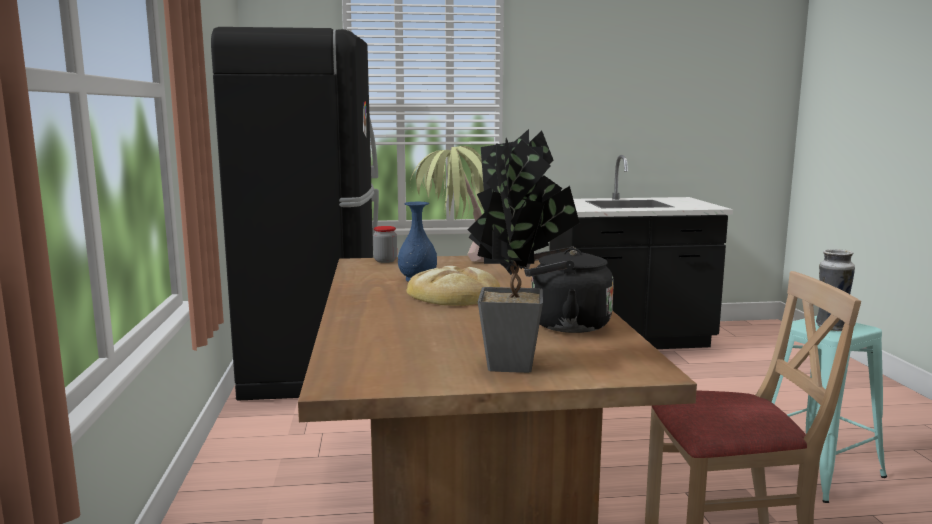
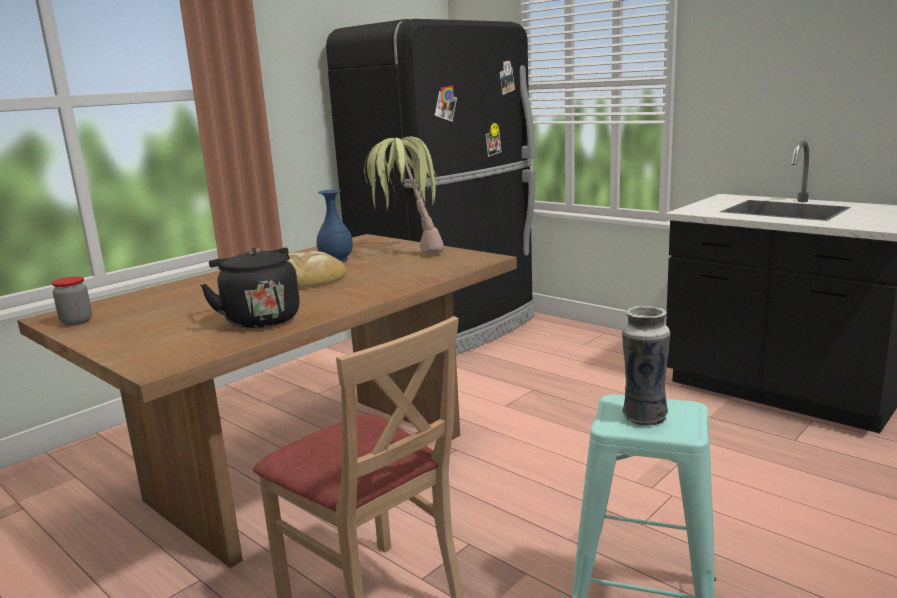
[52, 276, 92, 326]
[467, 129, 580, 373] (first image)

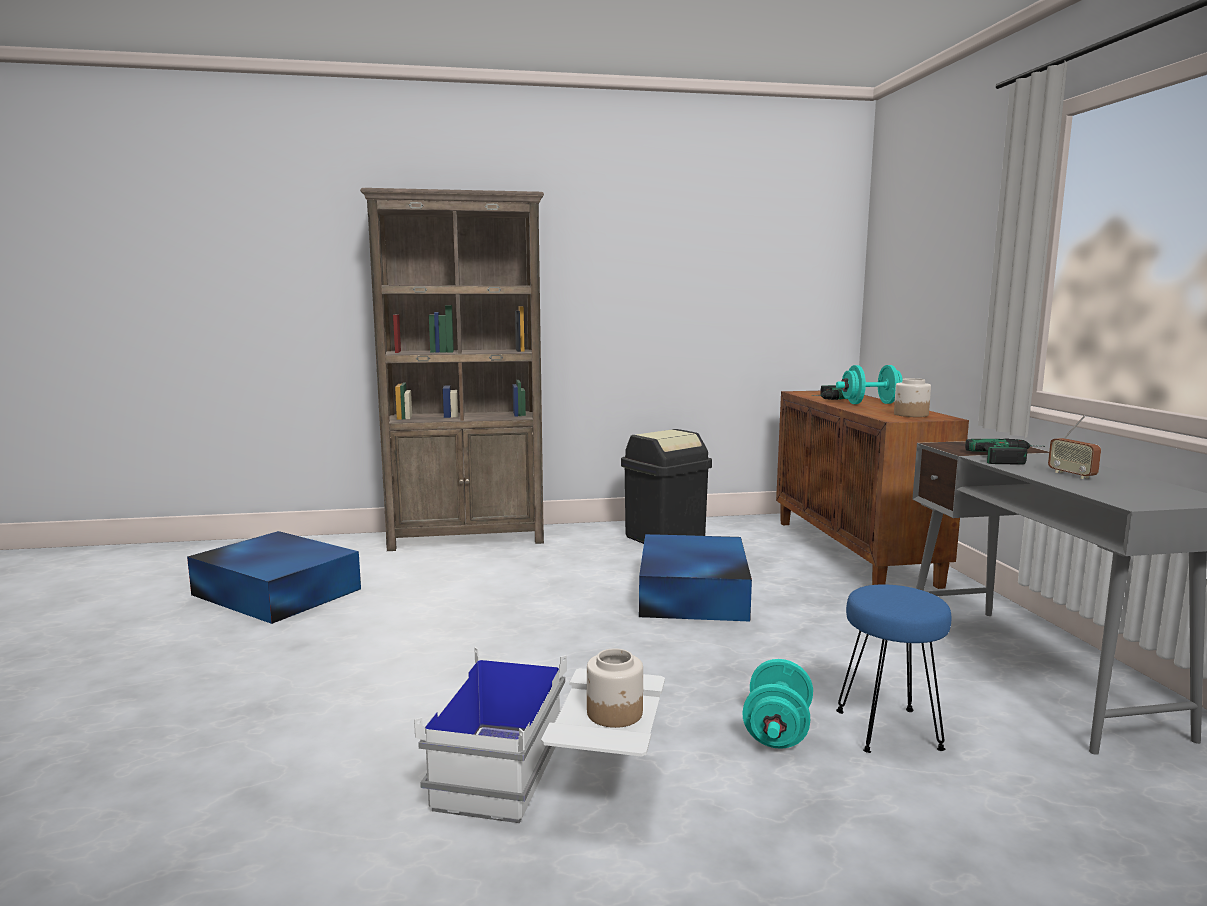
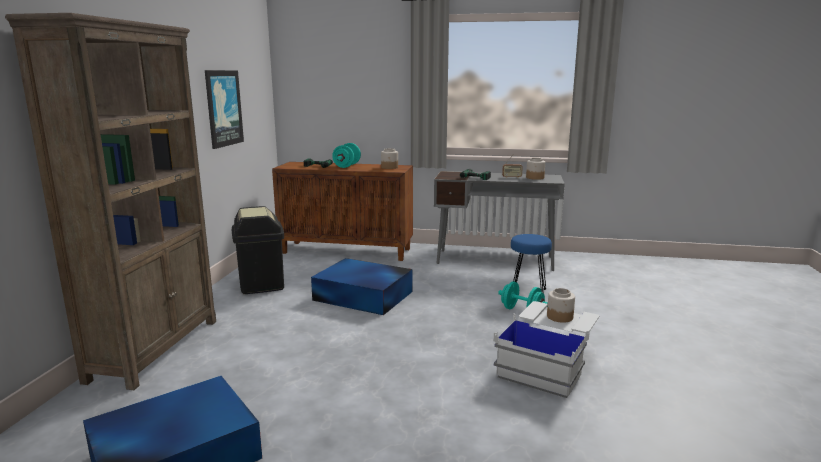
[205, 70, 244, 149]
[526, 158, 545, 180]

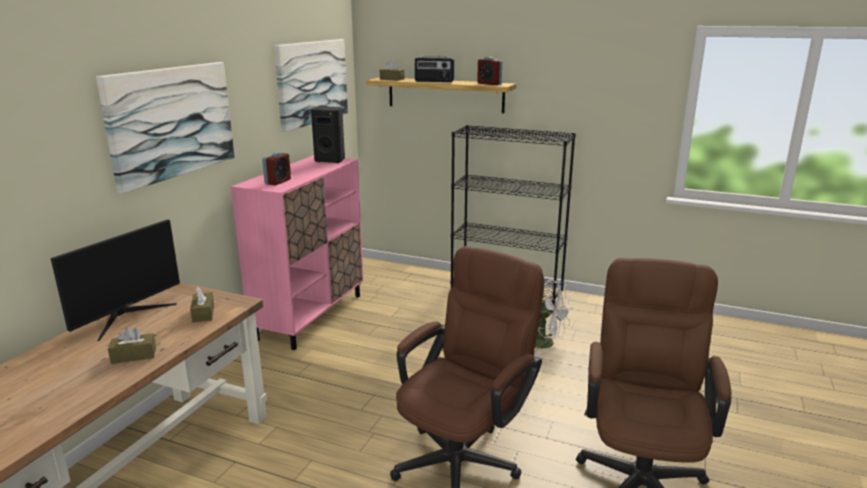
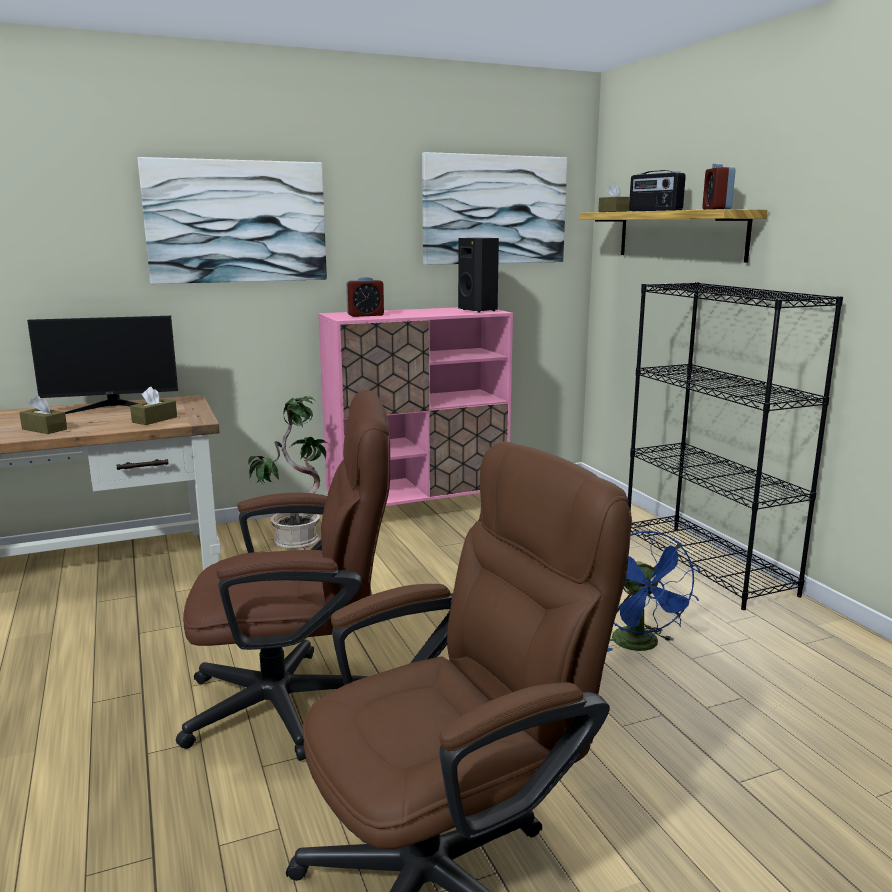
[607, 531, 700, 652]
[248, 396, 331, 549]

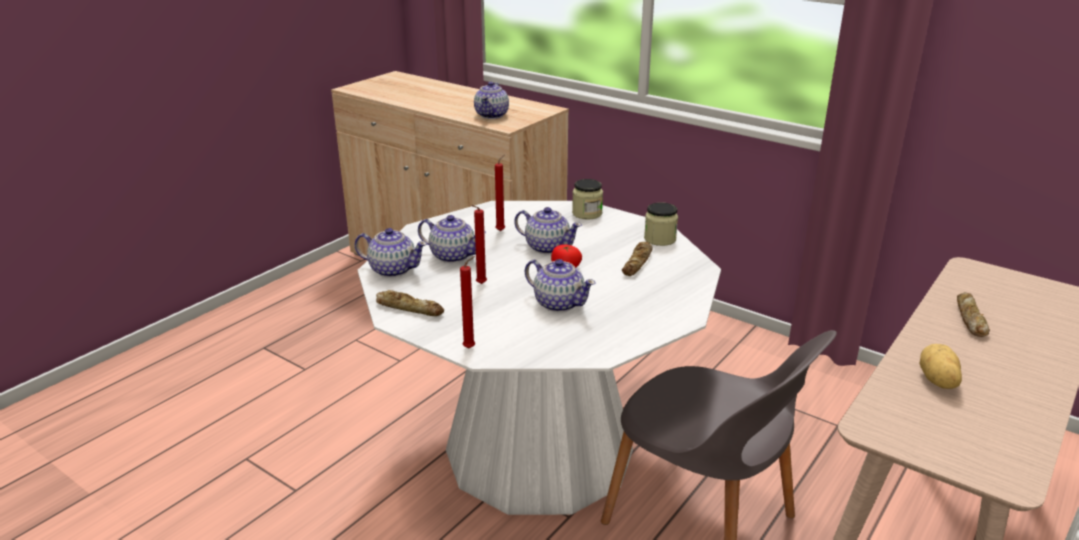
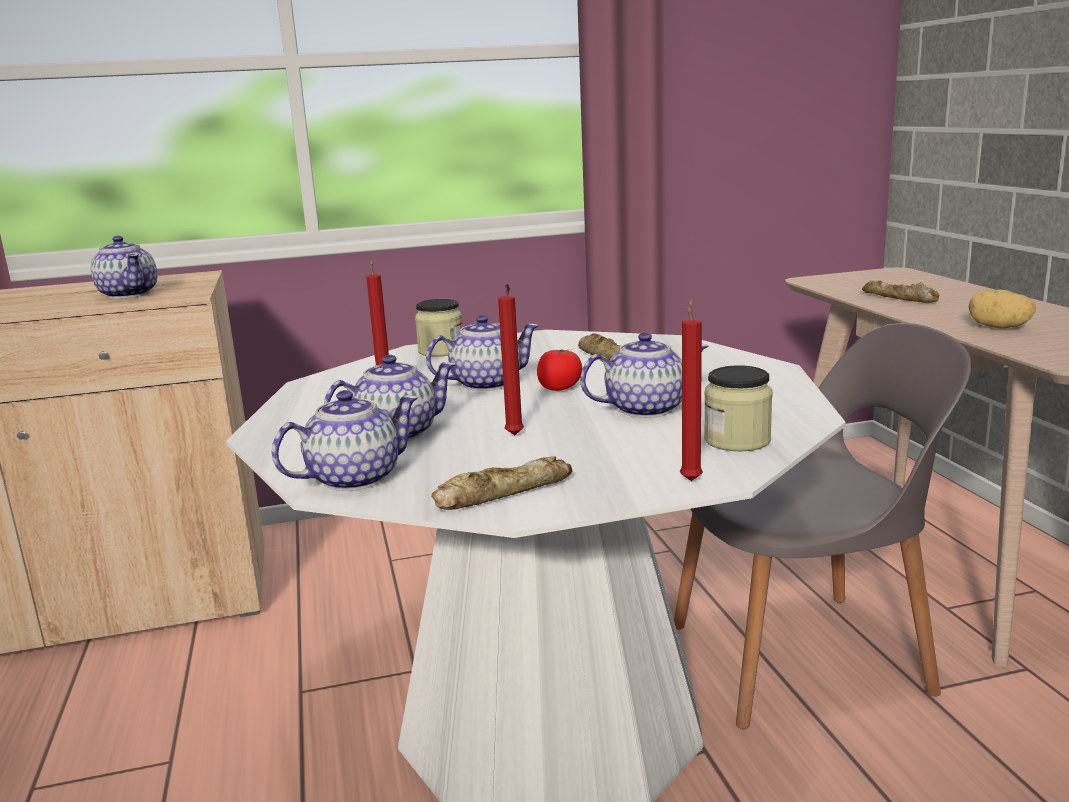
[704, 365, 773, 451]

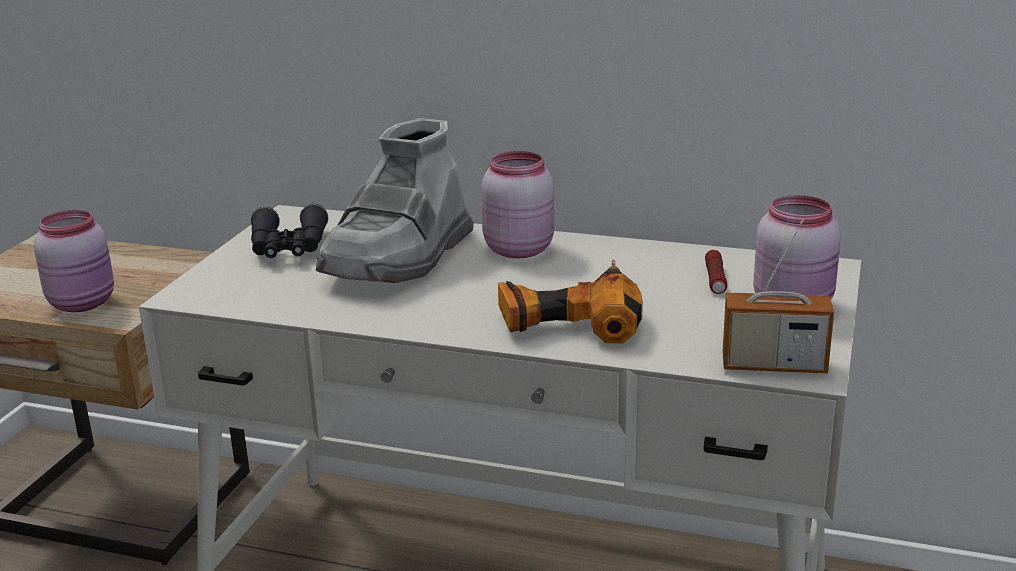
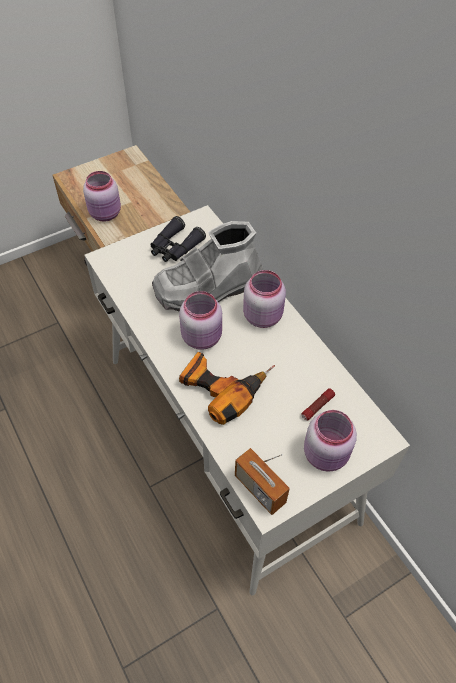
[179, 291, 222, 350]

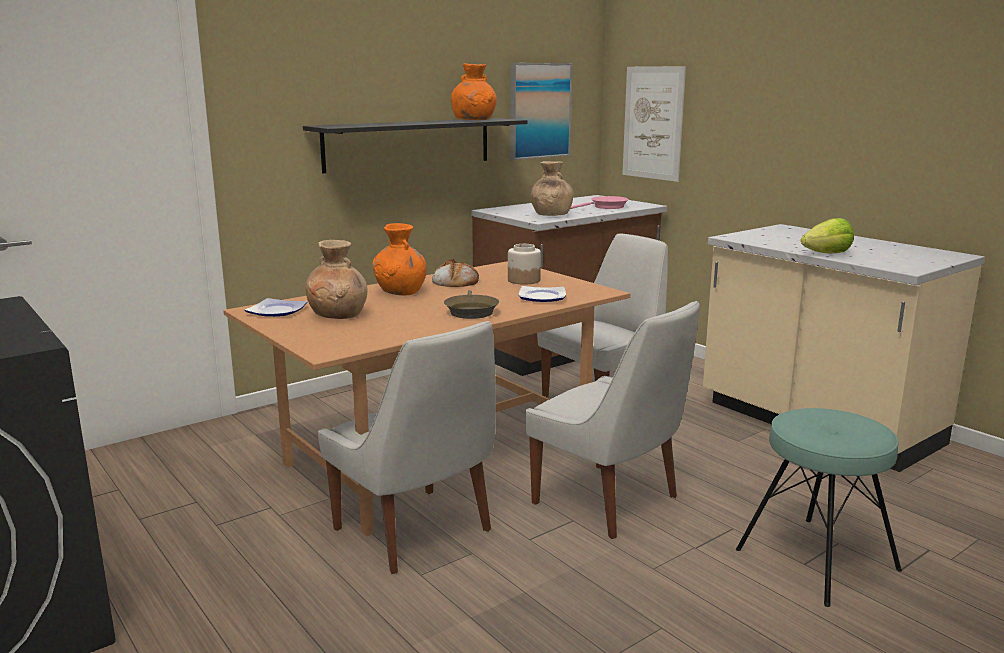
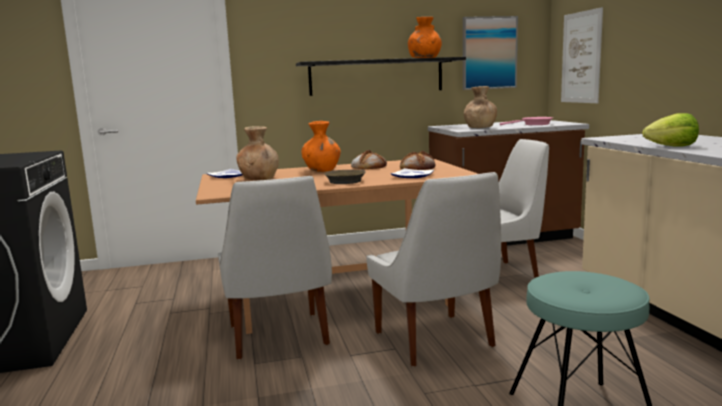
[400, 151, 436, 170]

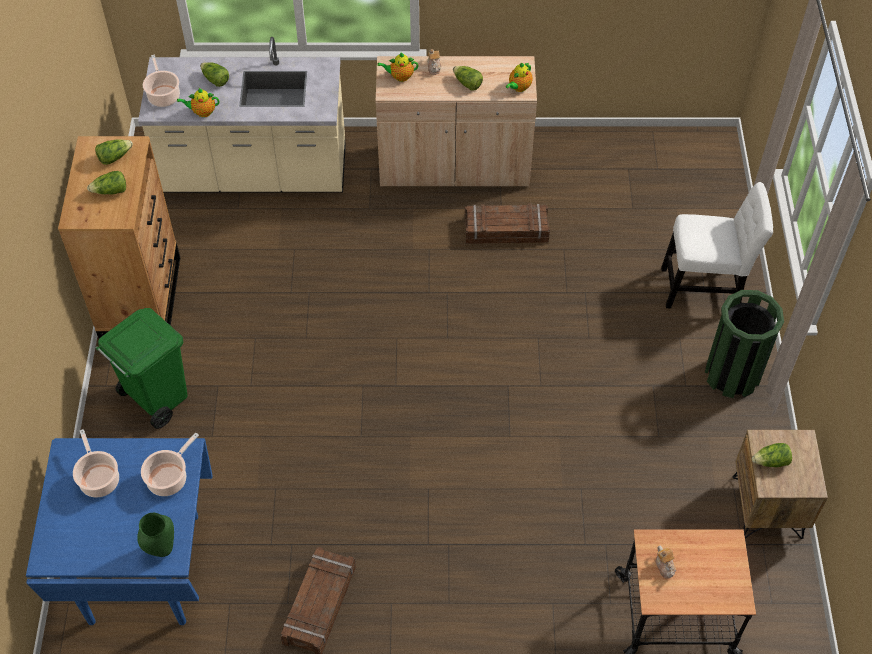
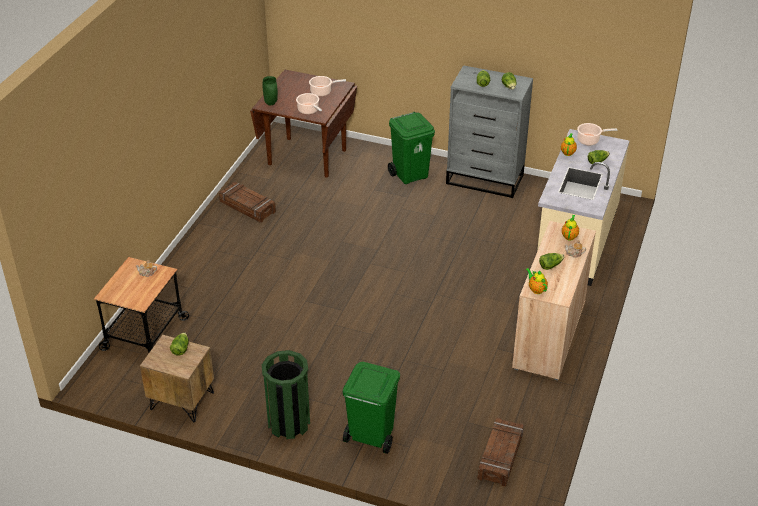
[250, 70, 357, 178]
[446, 65, 533, 198]
[478, 418, 524, 487]
[343, 362, 400, 454]

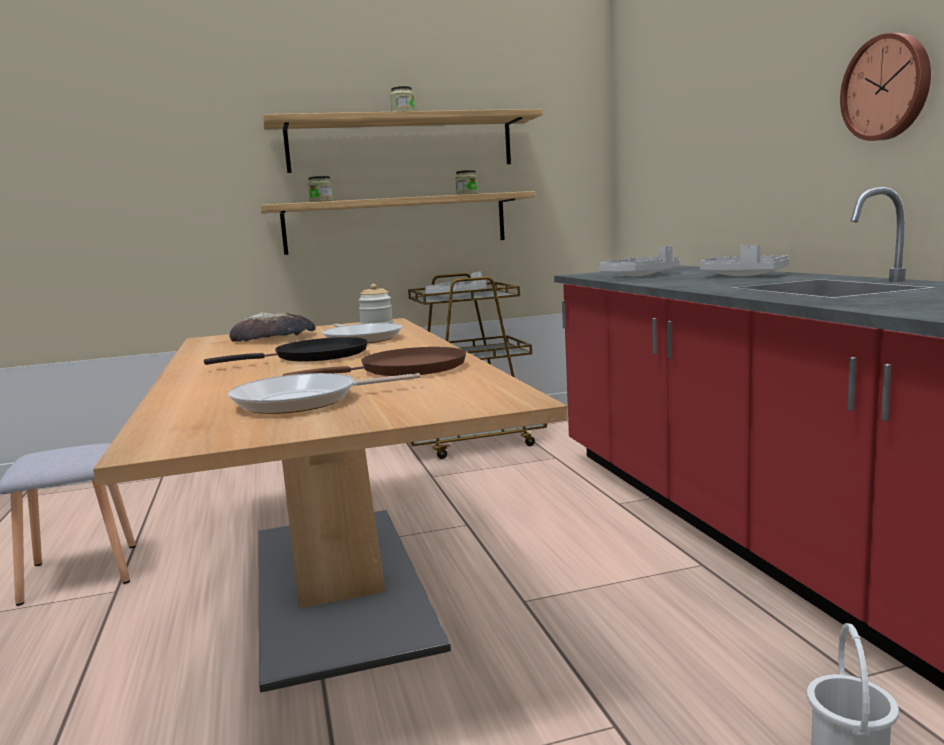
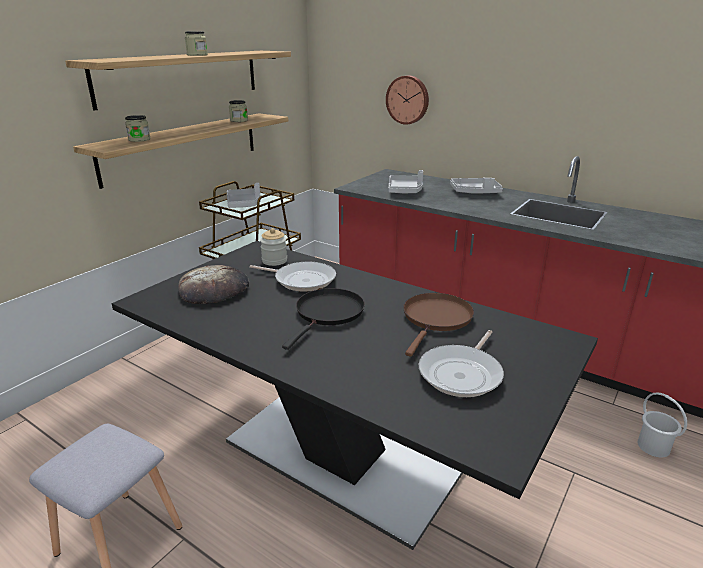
[111, 241, 598, 550]
[386, 76, 429, 125]

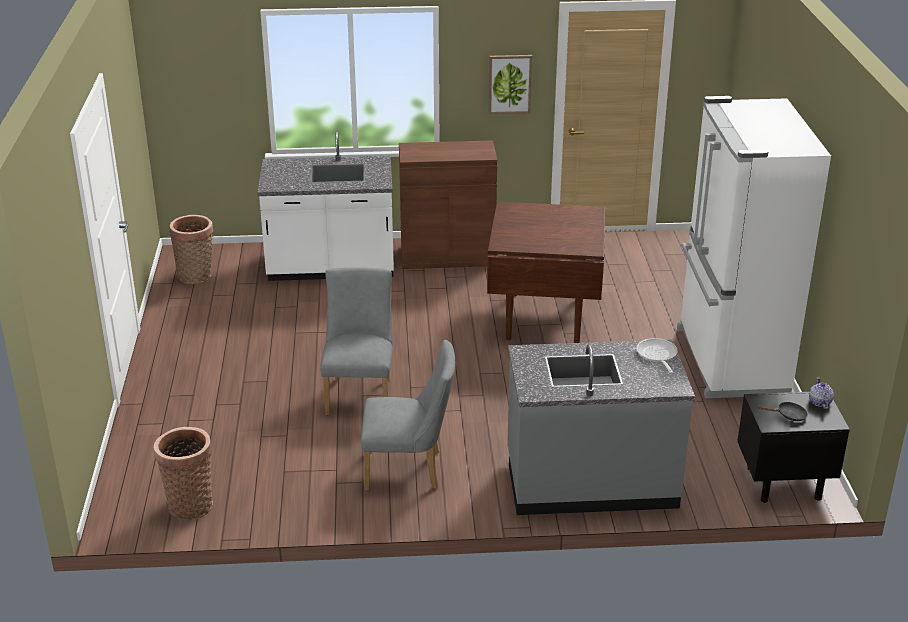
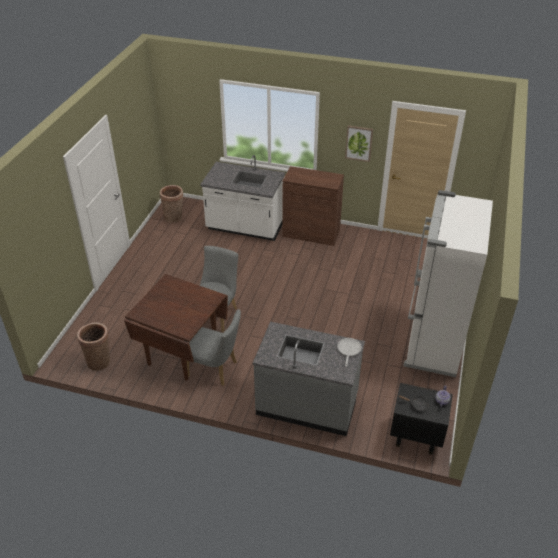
[124, 274, 228, 381]

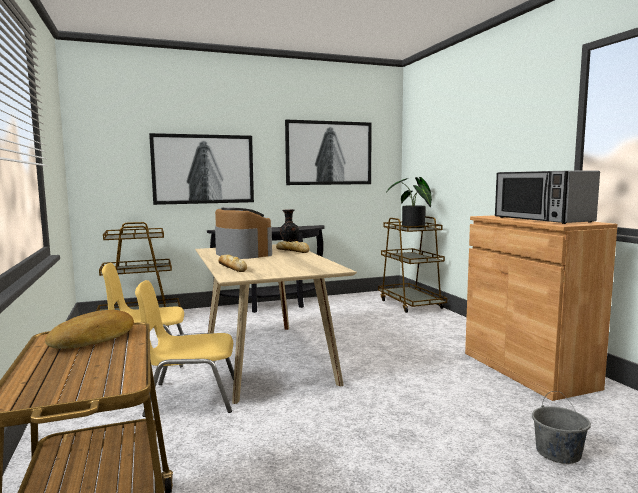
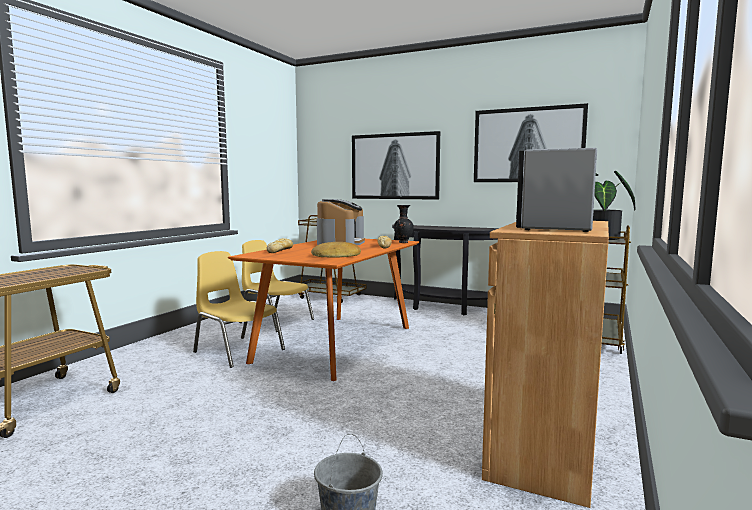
[311, 242, 361, 258]
[228, 239, 419, 381]

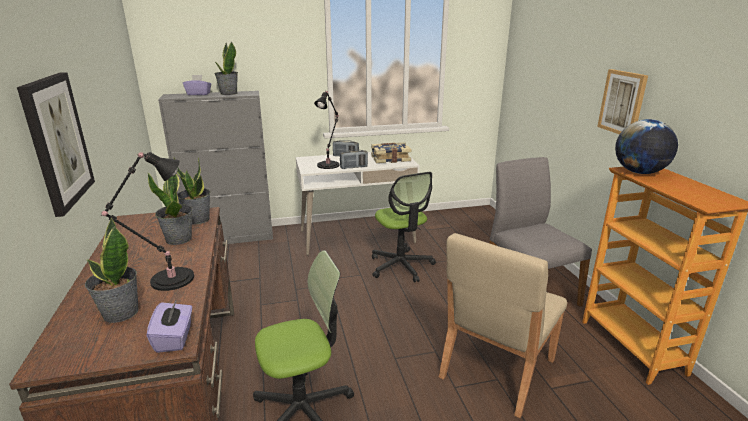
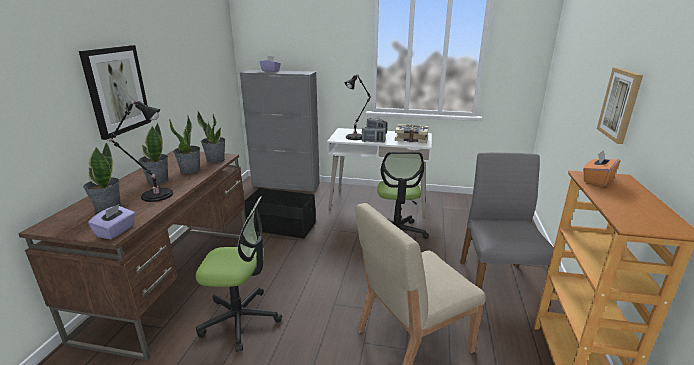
[138, 123, 168, 184]
[583, 150, 620, 187]
[244, 188, 316, 239]

